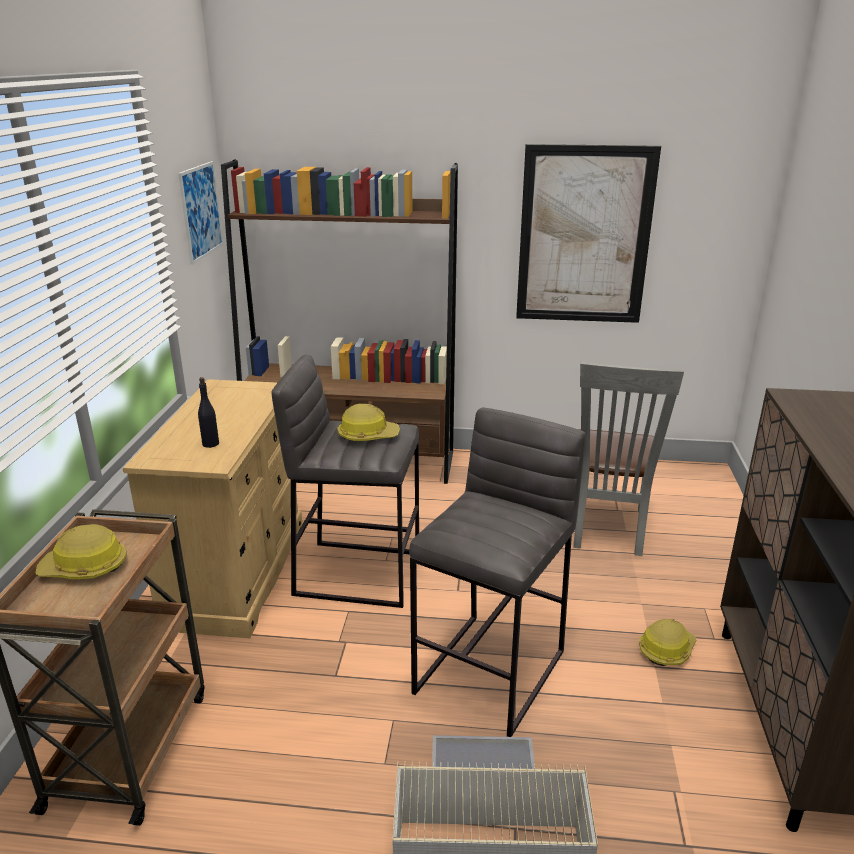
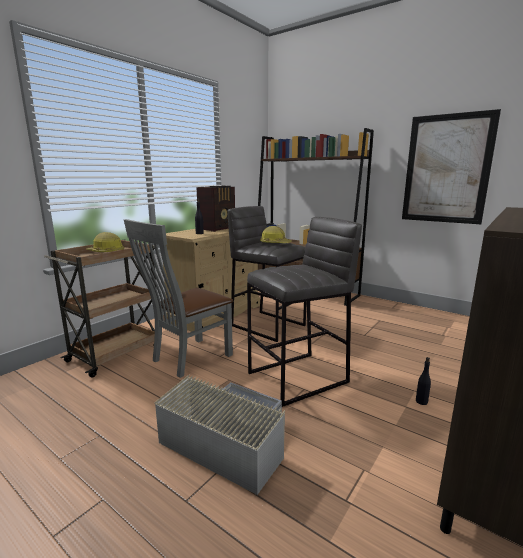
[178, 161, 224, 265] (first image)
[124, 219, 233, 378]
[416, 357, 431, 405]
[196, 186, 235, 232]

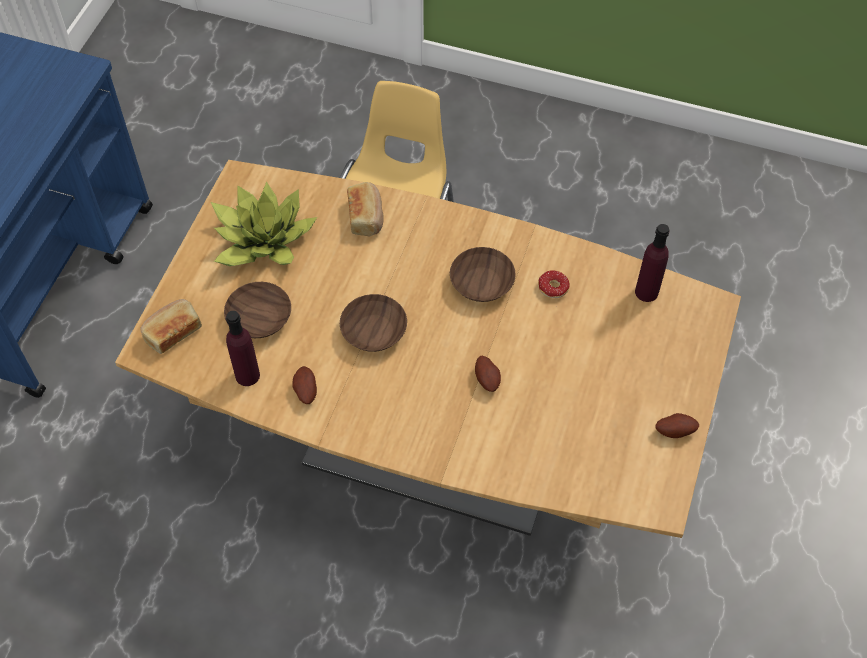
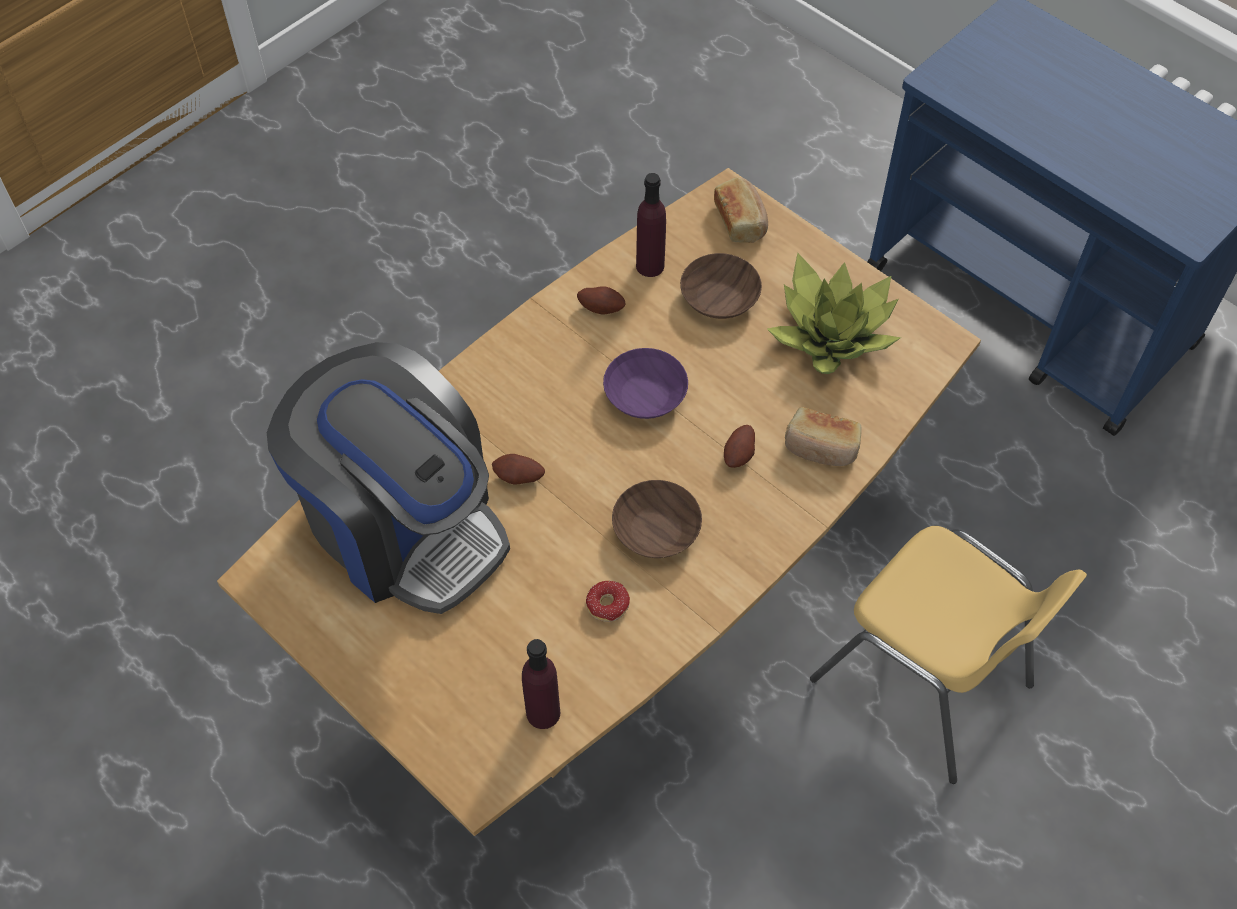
[603, 348, 688, 419]
[724, 425, 755, 468]
[267, 342, 510, 614]

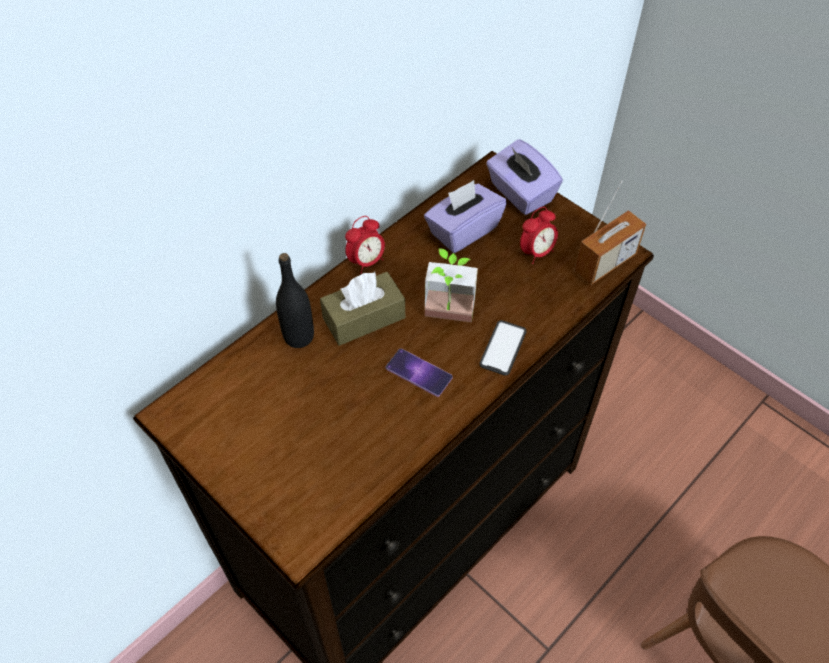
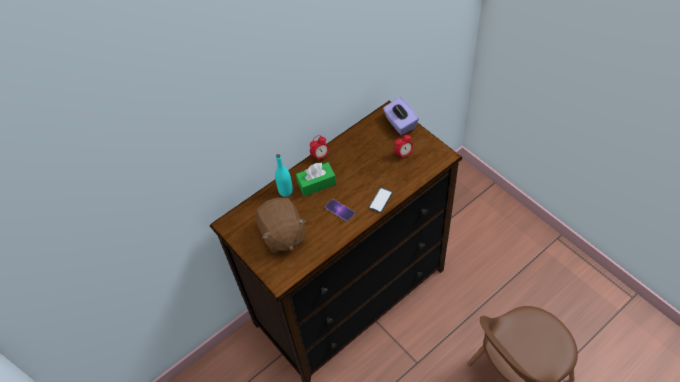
[275, 154, 293, 197]
[296, 162, 336, 196]
[424, 180, 507, 253] (first image)
[425, 249, 478, 322] (first image)
[574, 180, 646, 285] (first image)
[256, 198, 307, 253]

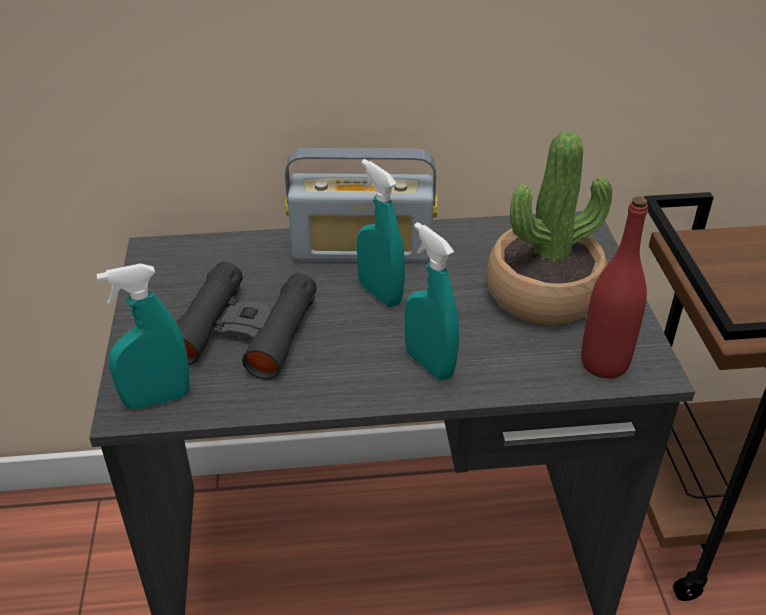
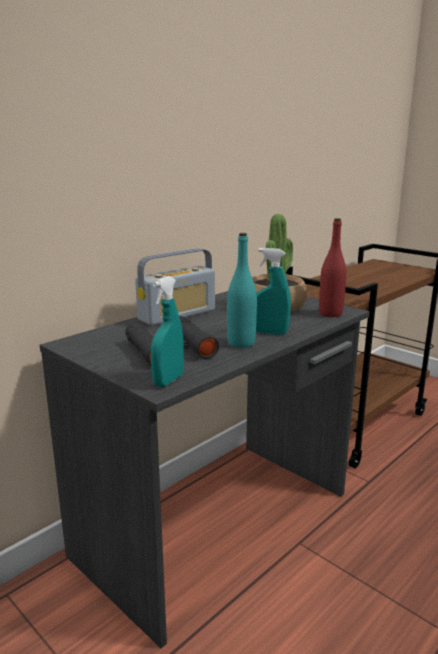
[356, 159, 405, 307] (first image)
[227, 233, 257, 348]

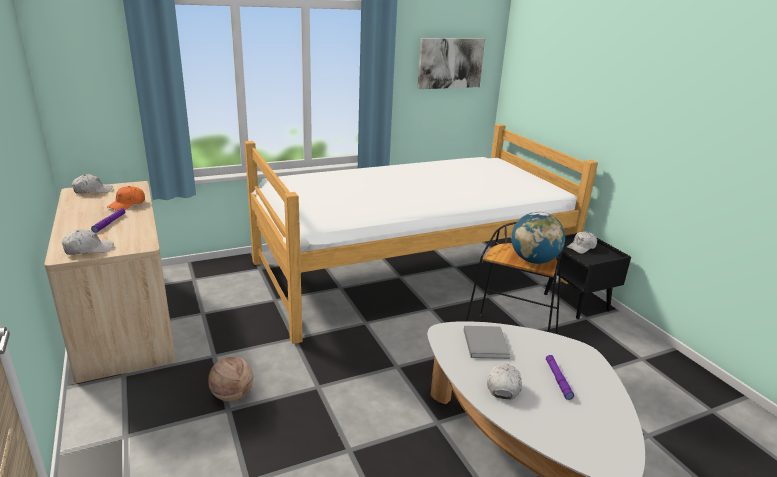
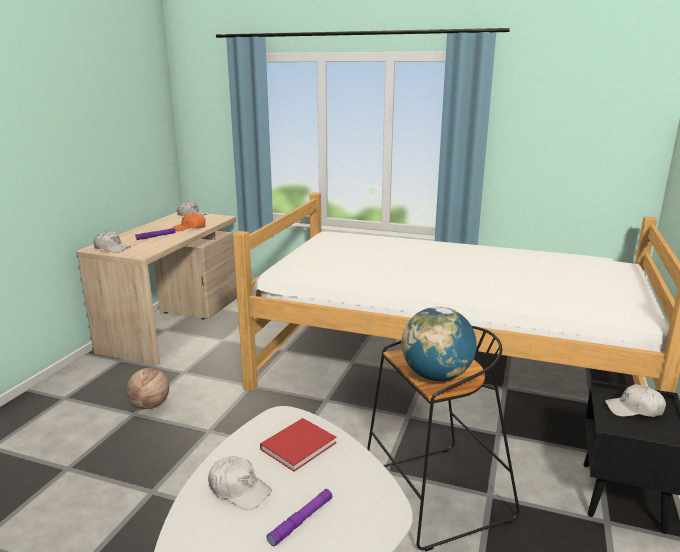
[417, 38, 485, 89] (first image)
[260, 418, 337, 472]
[208, 456, 272, 510]

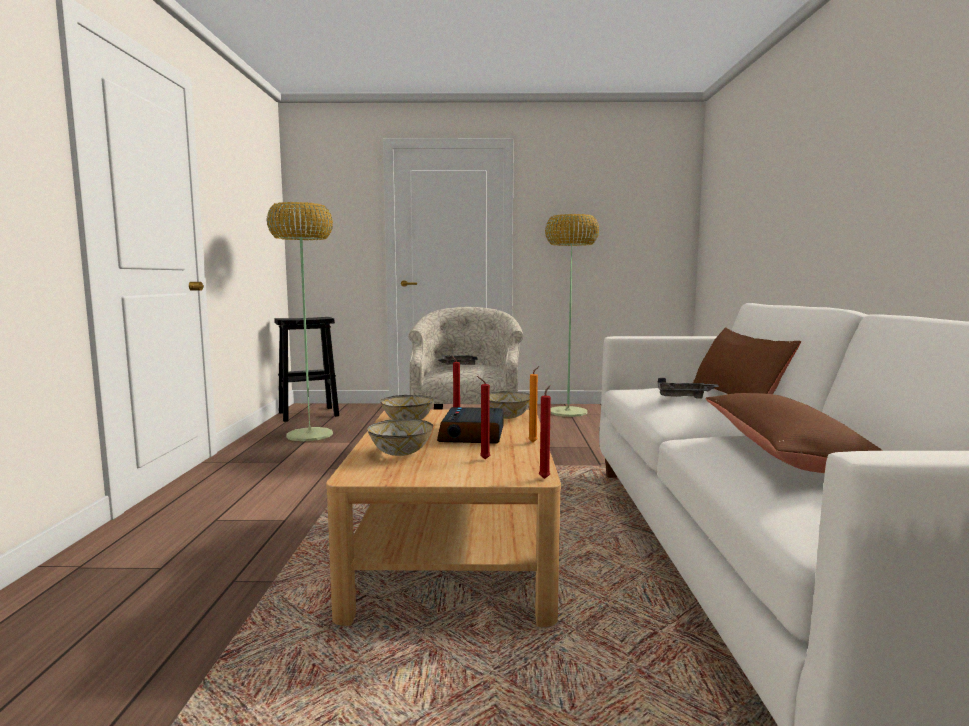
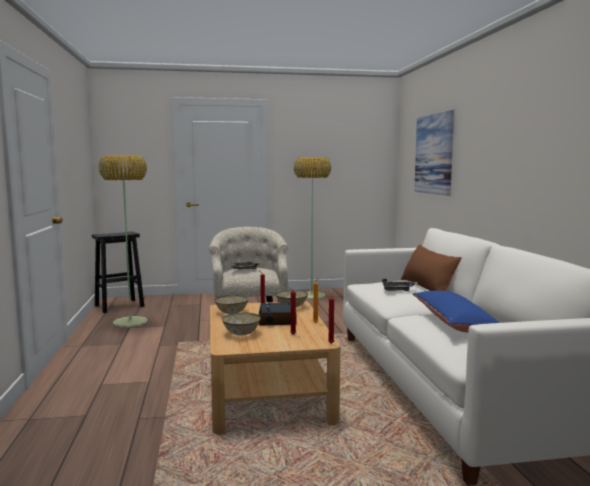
[412, 291, 499, 333]
[414, 110, 454, 195]

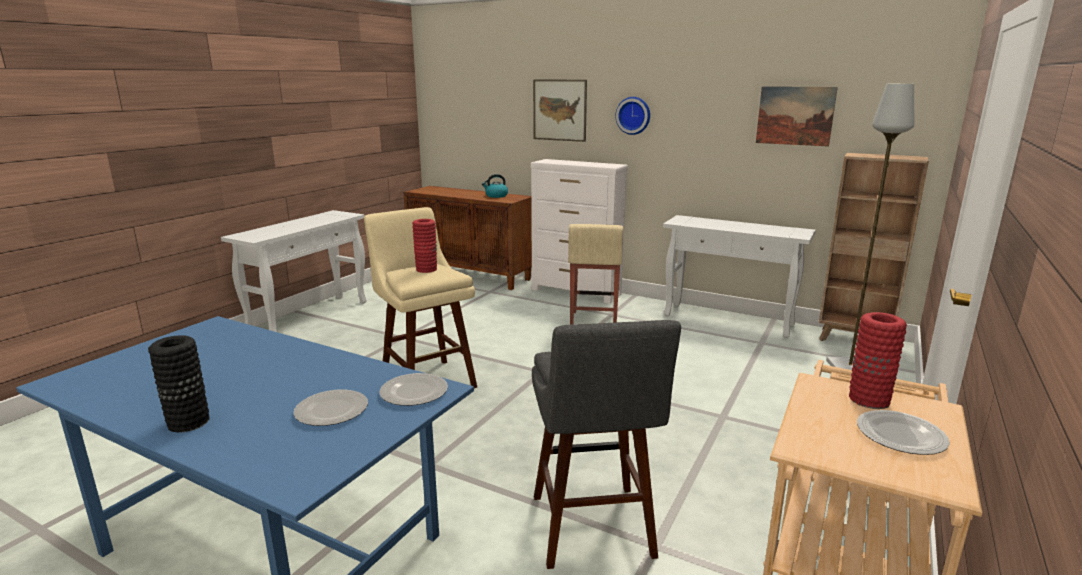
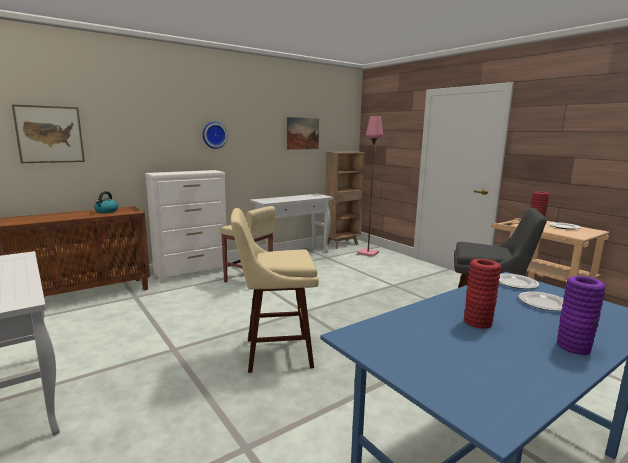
[557, 276, 606, 355]
[464, 259, 501, 329]
[12, 104, 85, 163]
[357, 116, 383, 257]

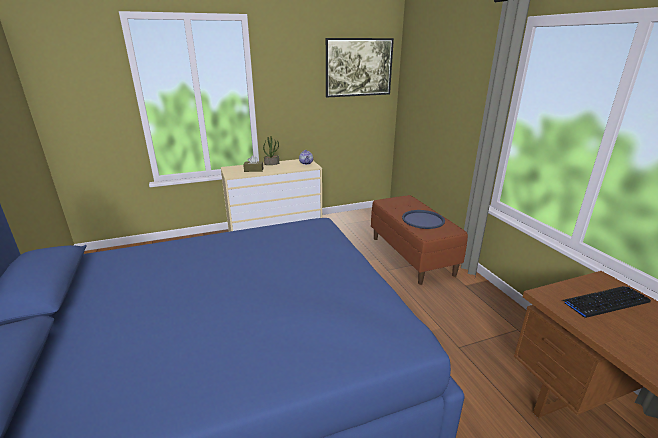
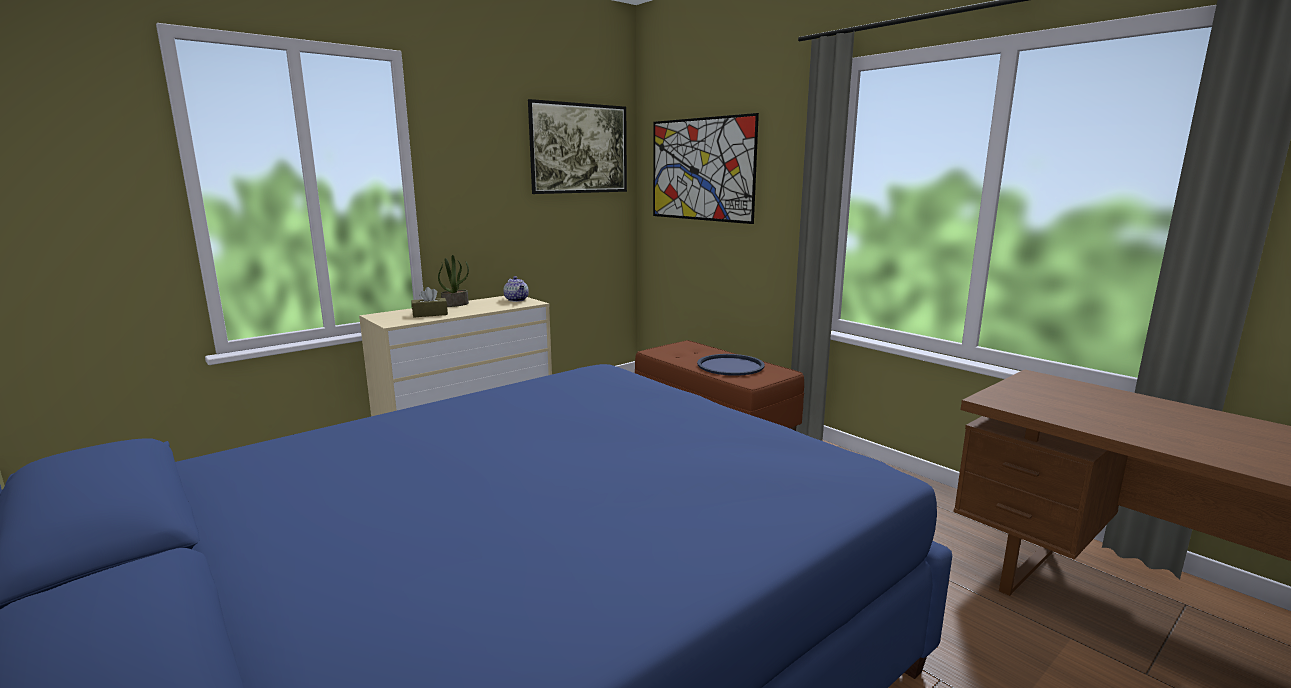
[562, 286, 651, 318] (first image)
[653, 113, 759, 224]

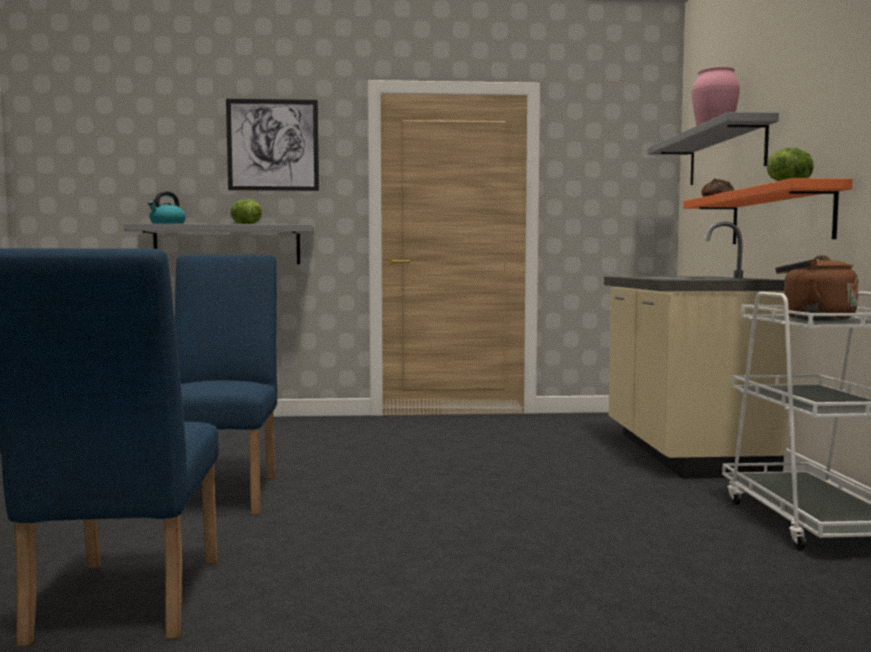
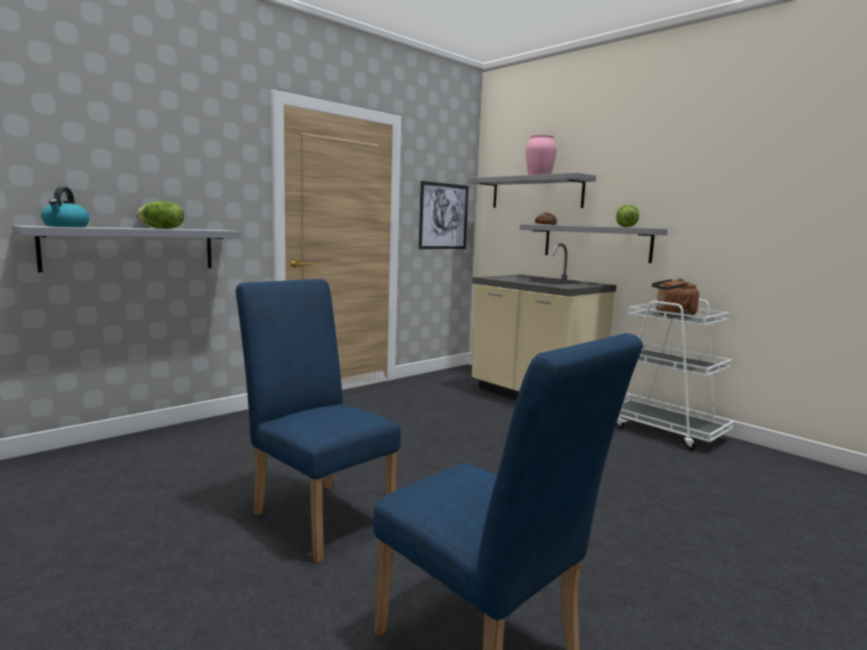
[419, 181, 469, 249]
[520, 224, 668, 263]

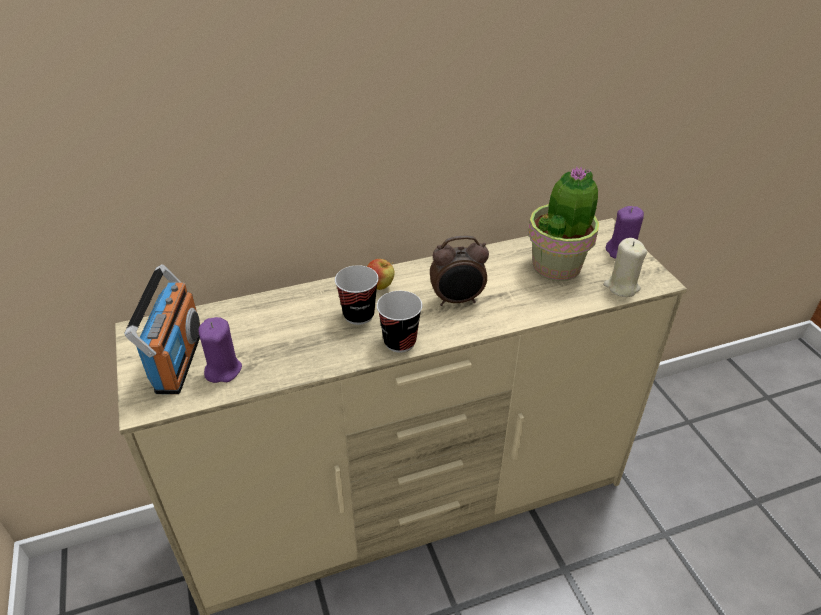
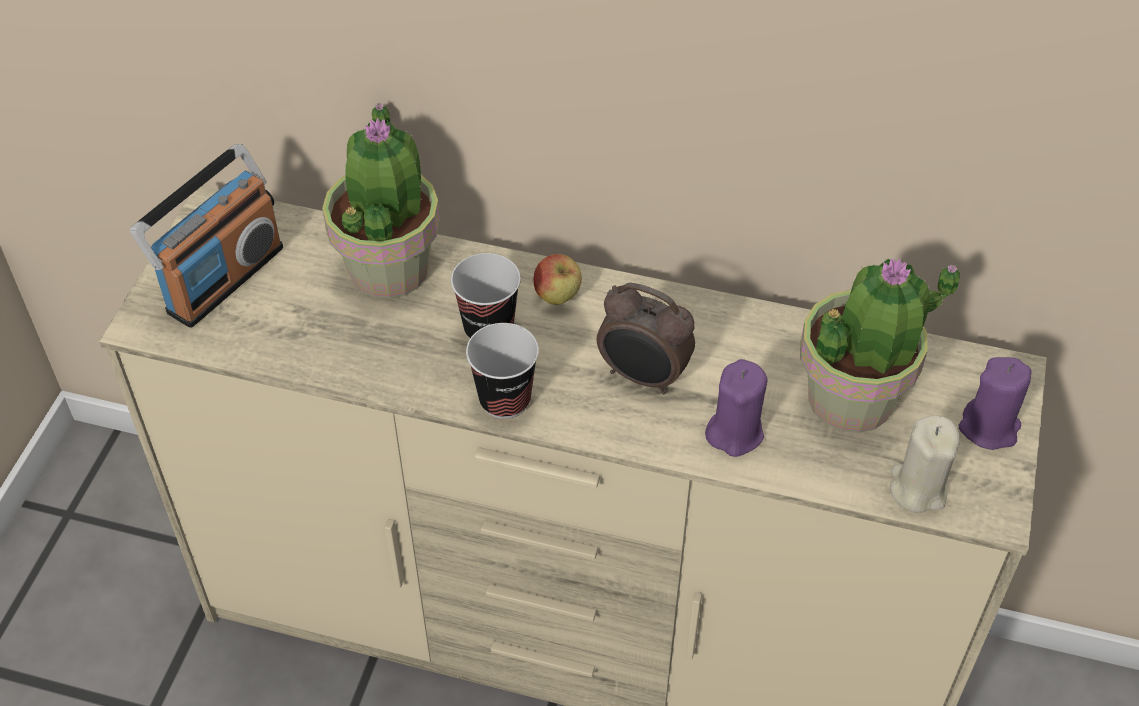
[705, 359, 768, 457]
[322, 102, 440, 299]

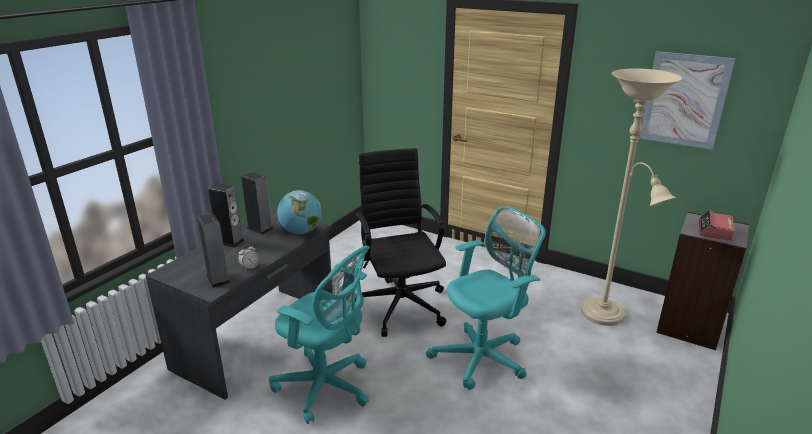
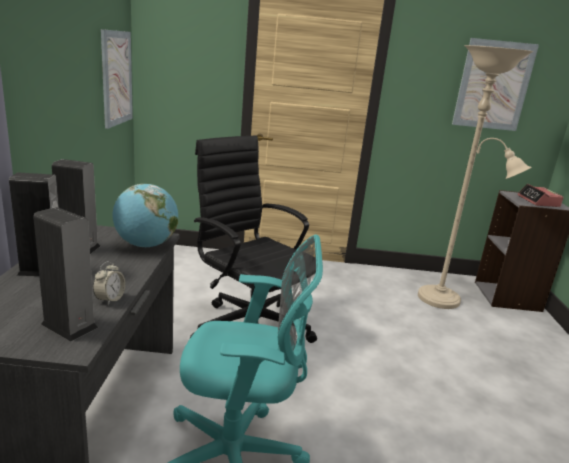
[426, 206, 546, 390] (first image)
[101, 29, 133, 129]

